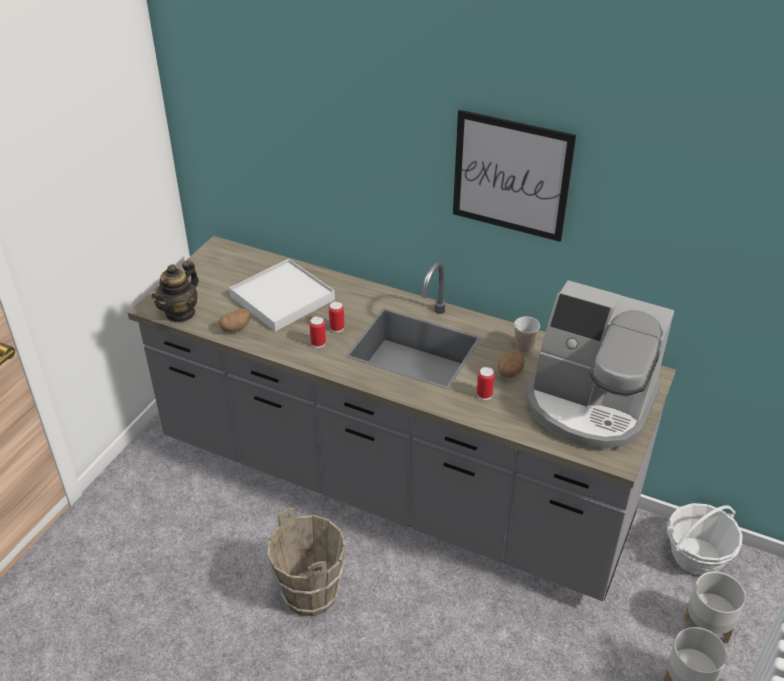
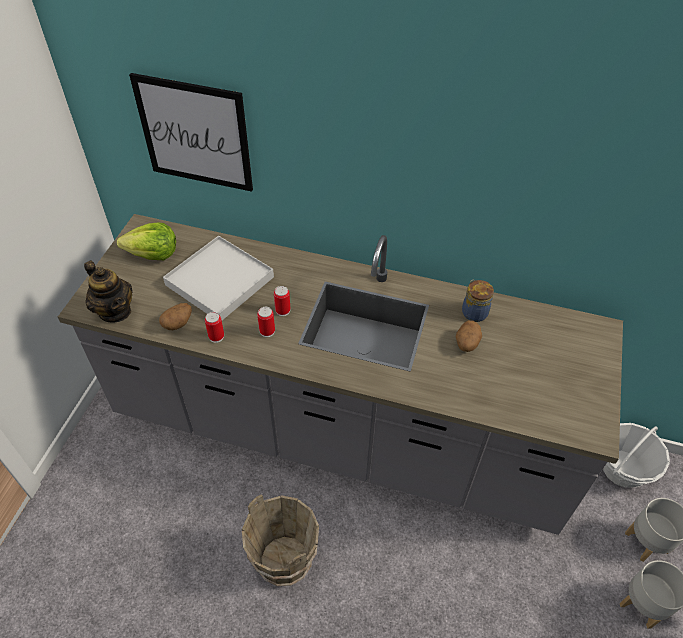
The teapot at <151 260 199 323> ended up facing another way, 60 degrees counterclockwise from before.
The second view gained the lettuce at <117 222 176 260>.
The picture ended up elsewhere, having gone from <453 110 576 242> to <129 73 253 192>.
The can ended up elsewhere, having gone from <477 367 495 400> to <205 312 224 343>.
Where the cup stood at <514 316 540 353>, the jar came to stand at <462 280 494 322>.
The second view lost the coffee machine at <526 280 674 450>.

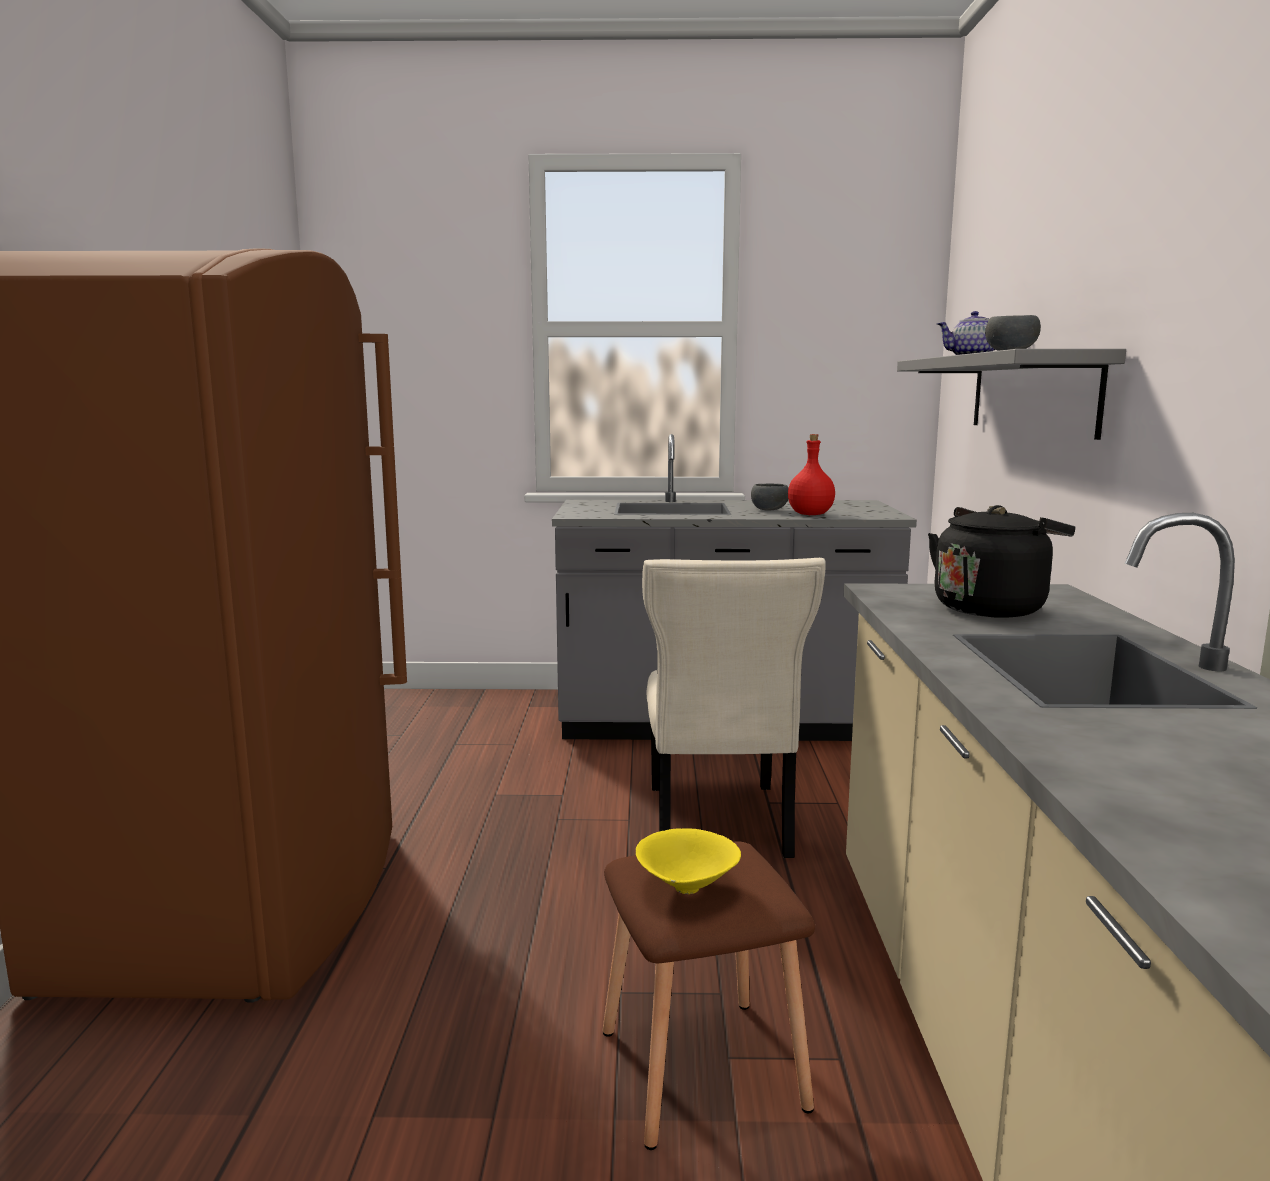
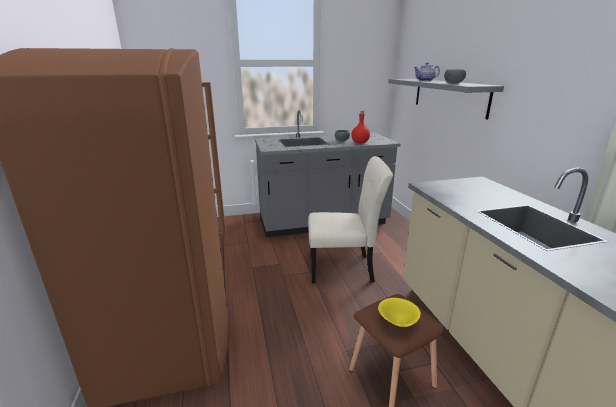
The chair (beige) at <642 558 826 858> ended up facing another way, 75 degrees counterclockwise from before.
The second view lost the kettle (black) at <928 505 1075 618>.

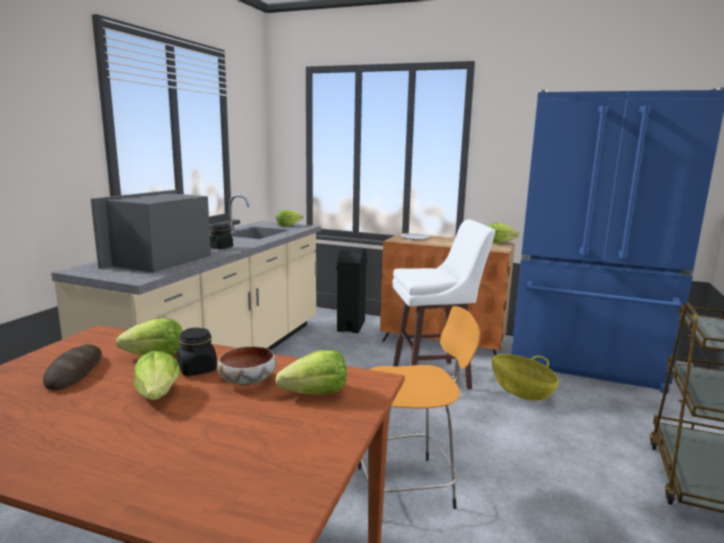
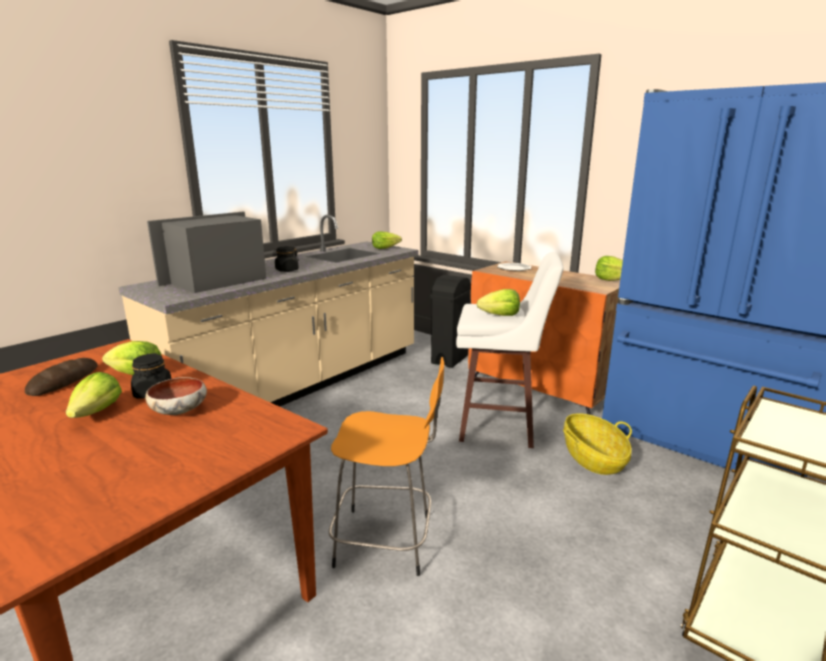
The lettuce ended up elsewhere, having gone from <275 350 347 395> to <477 289 520 316>.

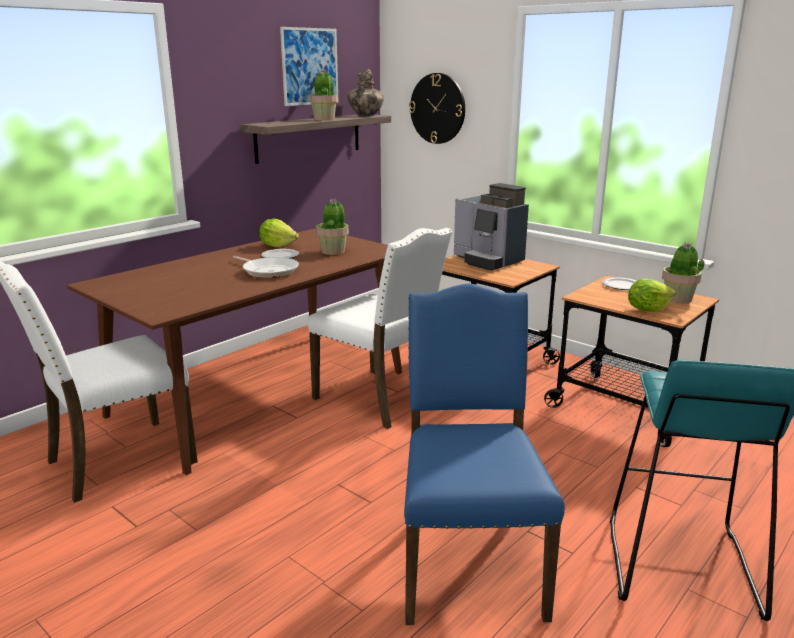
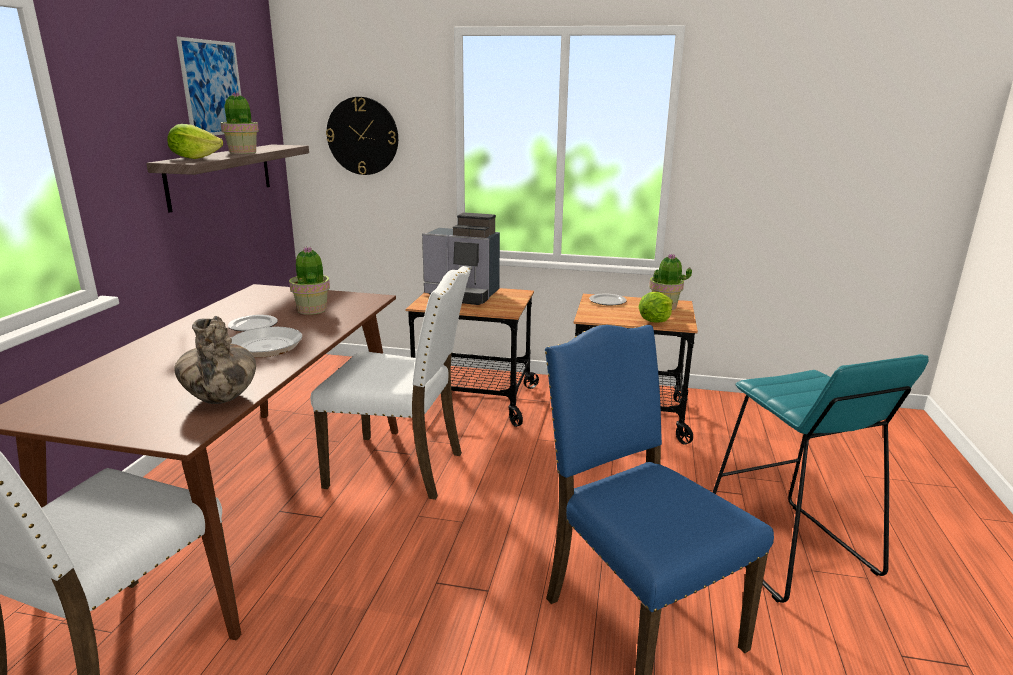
The lettuce ended up elsewhere, having gone from <259 219 299 248> to <167 124 223 159>.
The vase ended up elsewhere, having gone from <347 69 384 116> to <174 316 256 404>.

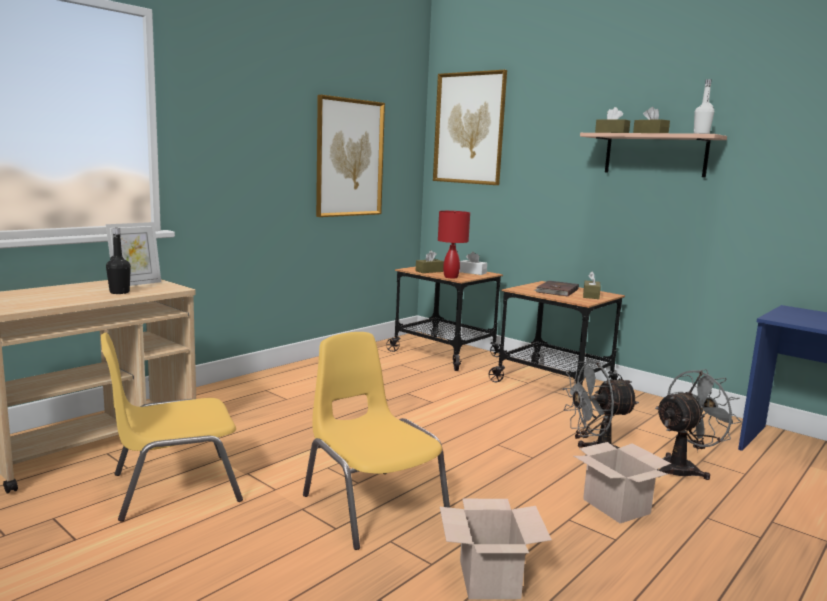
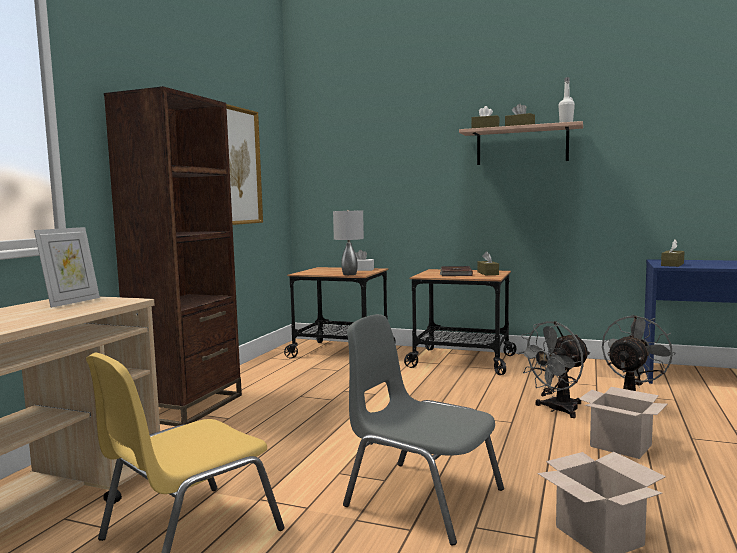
The second view gained the bookcase (brown) at <104 86 242 426>.
What was the table lamp (red) at <438 211 470 278> turned into the table lamp (grey) at <333 210 364 275>.
What was the chair (yellow) at <303 332 450 550> turned into the chair (grey) at <343 314 504 545>.
The tissue box (brown) ended up elsewhere, having gone from <416 250 444 273> to <661 240 685 267>.
The second view lost the bottle (black) at <106 228 131 294>.
The second view lost the picture at <433 70 507 185>.

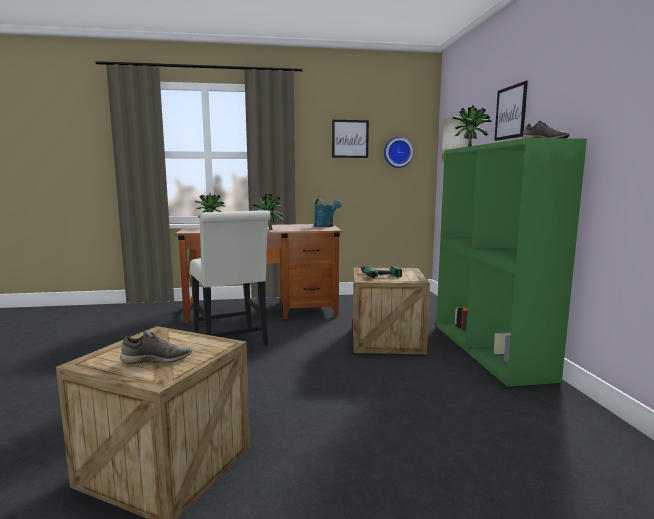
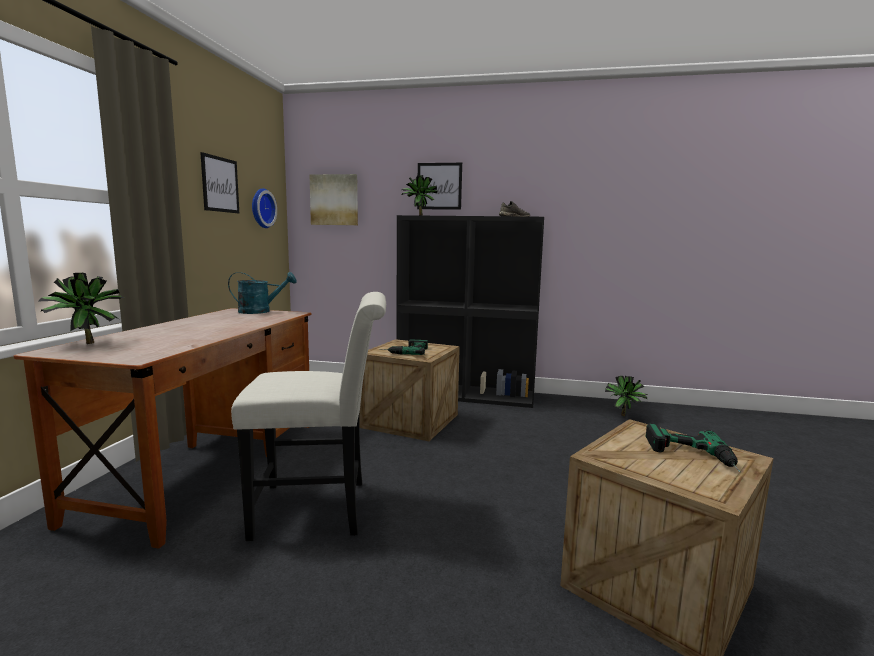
What was the bookcase (green) at <436 138 587 387> turned into the bookcase (black) at <396 215 544 408>.
The potted plant ended up elsewhere, having gone from <253 194 284 230> to <605 375 647 416>.
Where the shoe (grey) stood at <120 330 192 364>, the power drill came to stand at <646 424 740 472>.

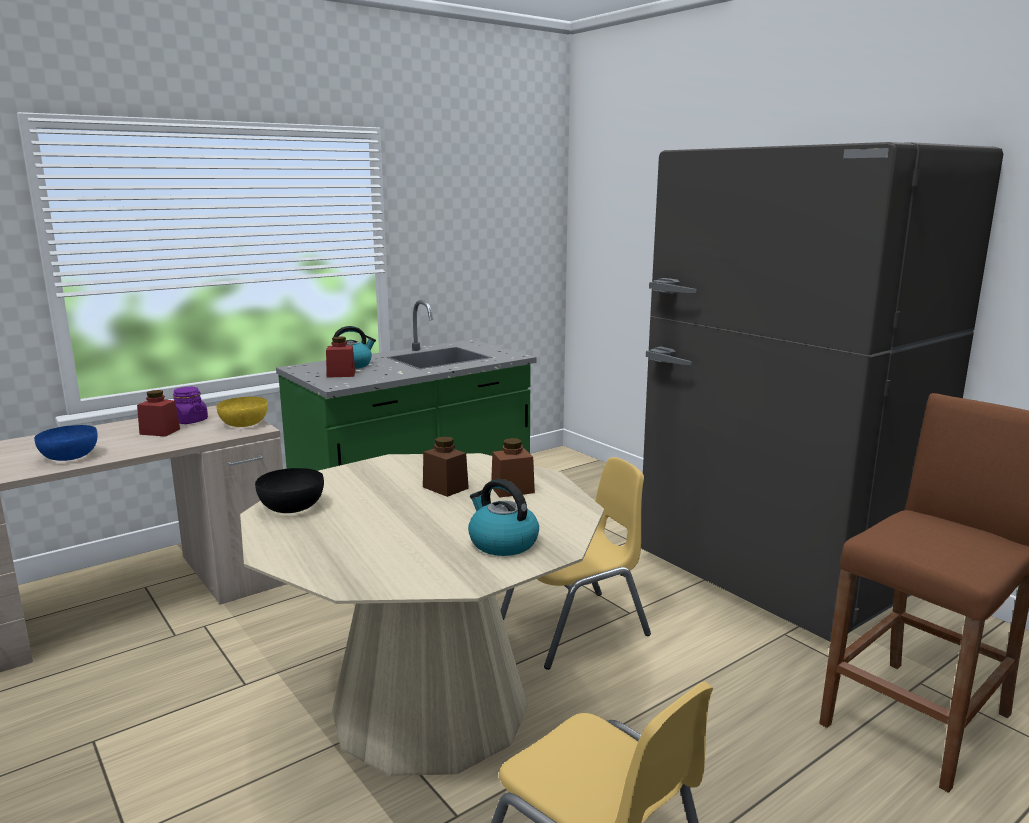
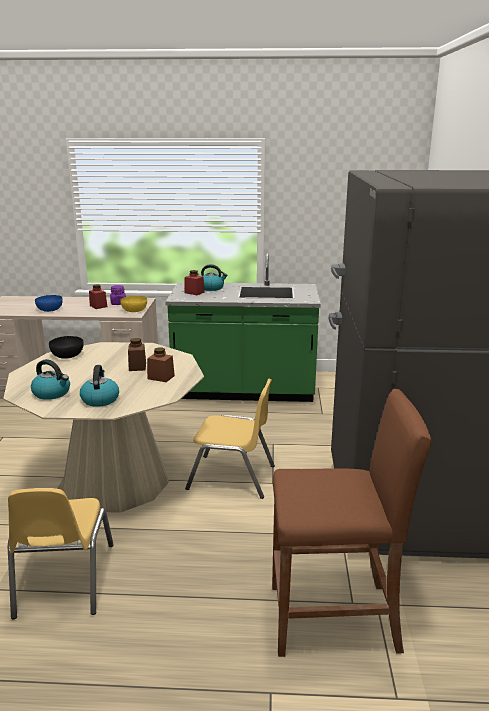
The second view gained the kettle at <31 359 70 400>.

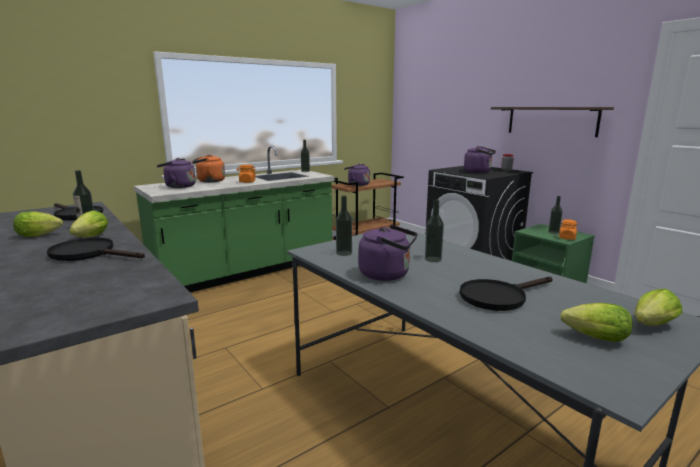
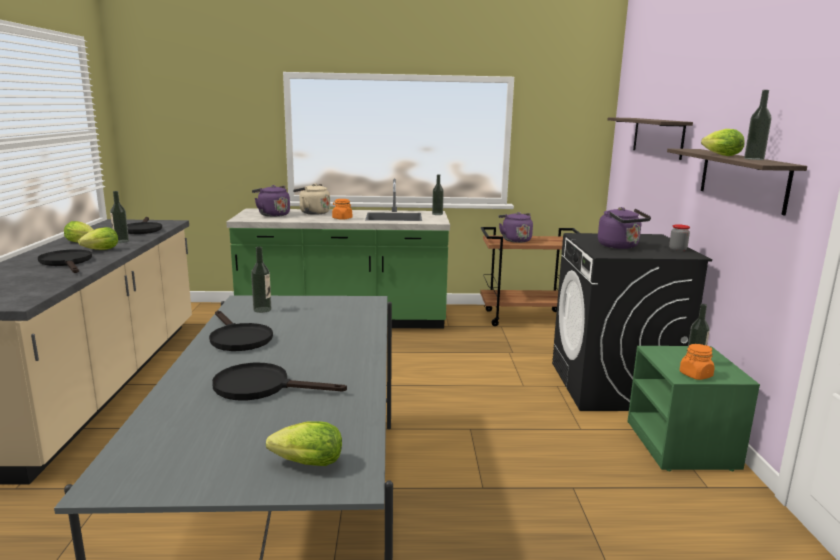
Where the kettle (purple) stood at <359 225 418 281>, the frying pan (black) came to stand at <209 311 273 351>.
What was the kettle (orange) at <192 154 225 183> turned into the kettle (beige) at <293 184 330 215>.
The second view gained the shelf at <608 117 693 160>.
The lettuce ended up elsewhere, having gone from <560 303 633 342> to <701 129 745 156>.
The bottle ended up elsewhere, having gone from <425 199 444 262> to <744 90 771 160>.

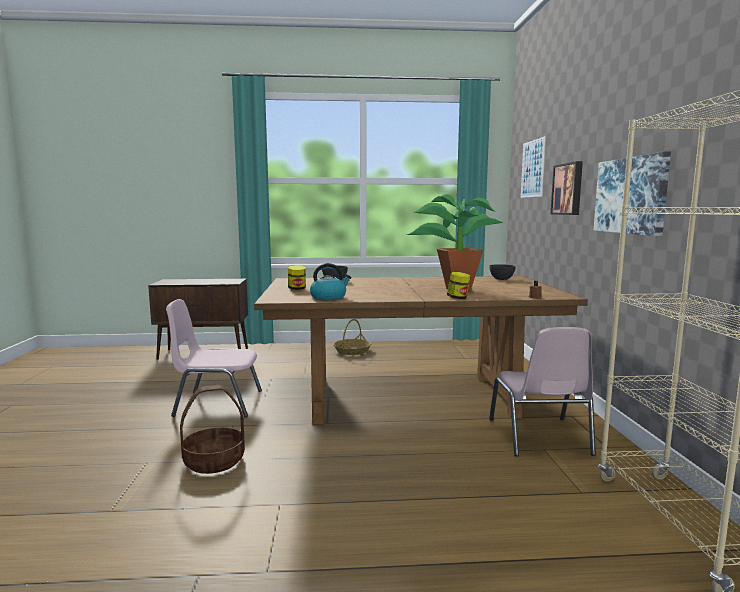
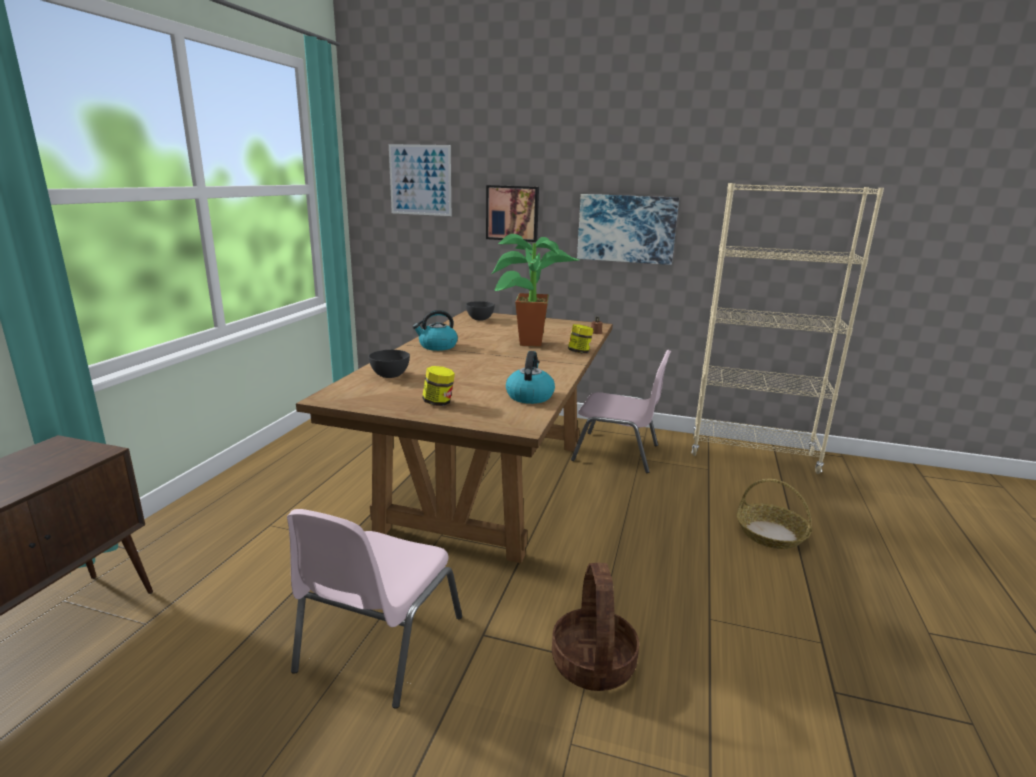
The second view gained the kettle at <413 310 458 351>.
The basket ended up elsewhere, having gone from <333 319 371 355> to <736 479 812 549>.

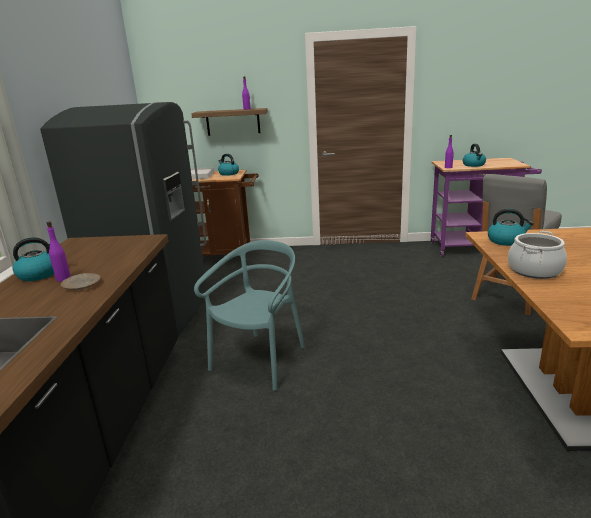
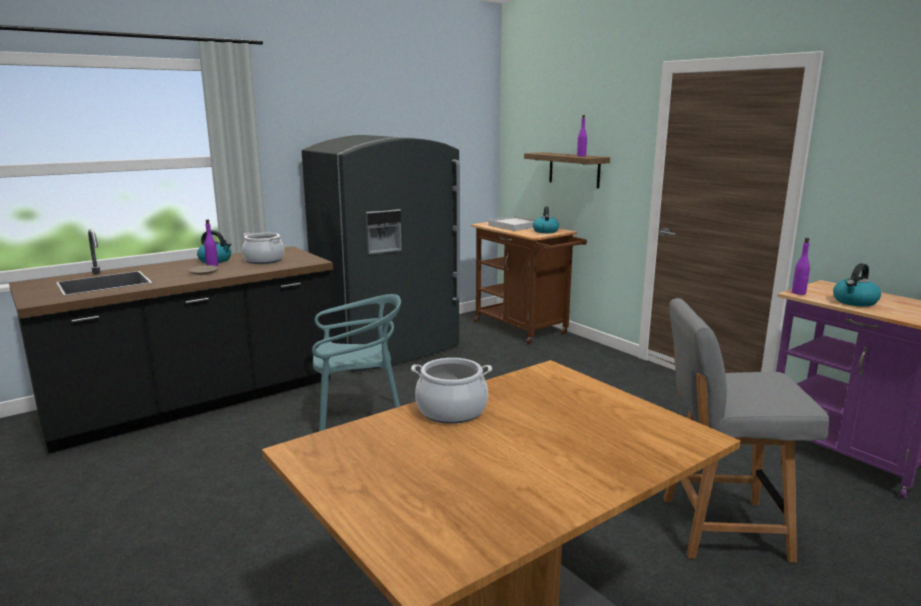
The second view gained the cooking pot at <242 233 284 264>.
The second view lost the kettle at <488 209 534 246>.

